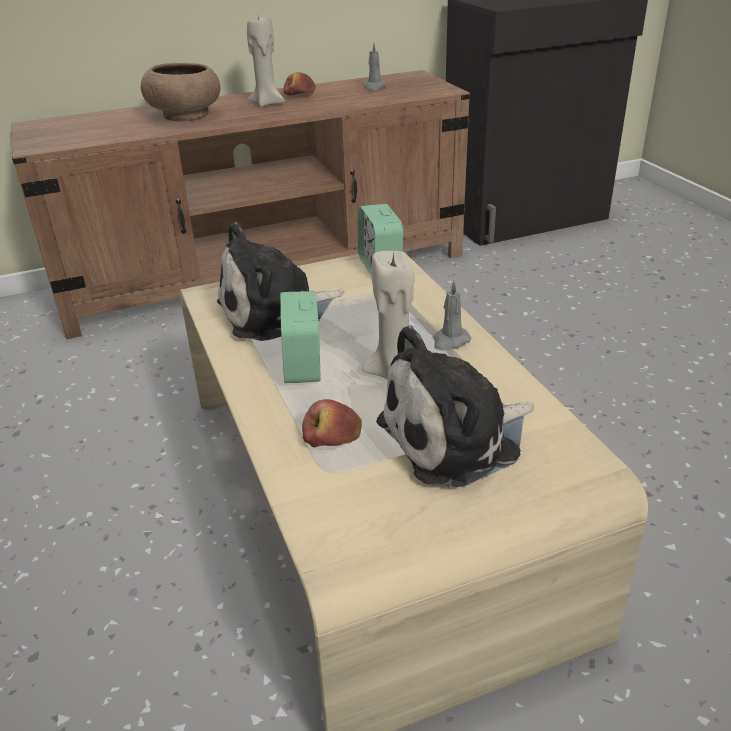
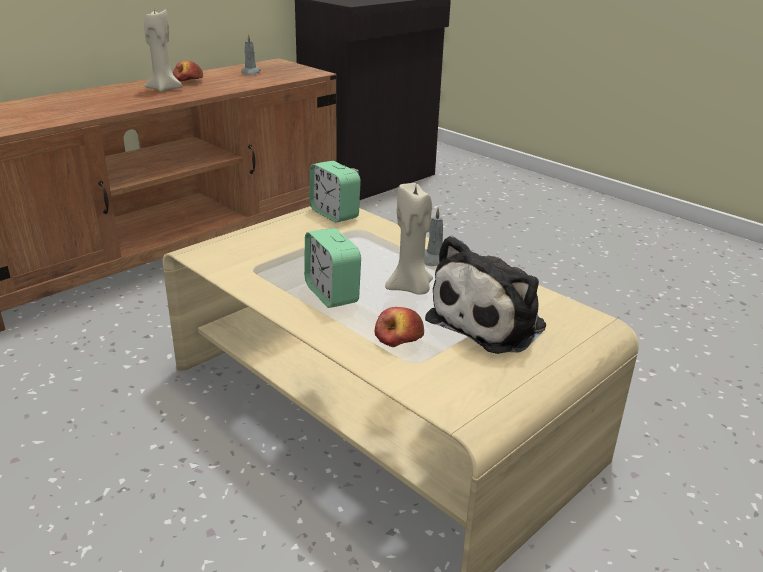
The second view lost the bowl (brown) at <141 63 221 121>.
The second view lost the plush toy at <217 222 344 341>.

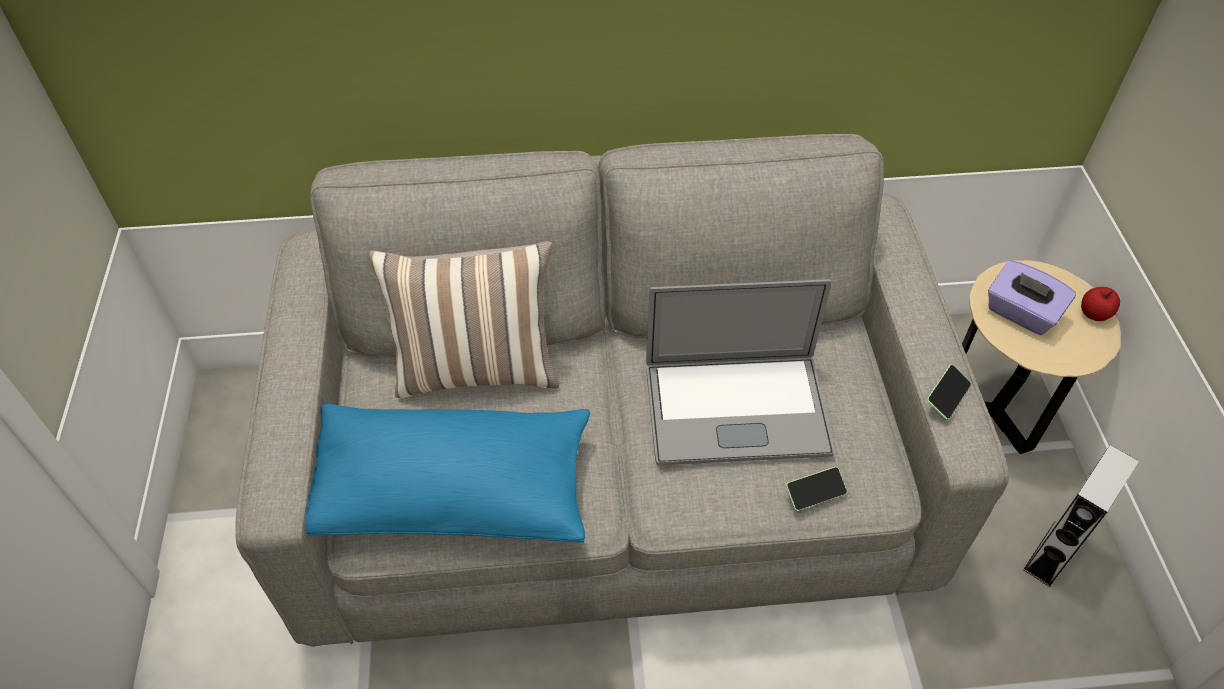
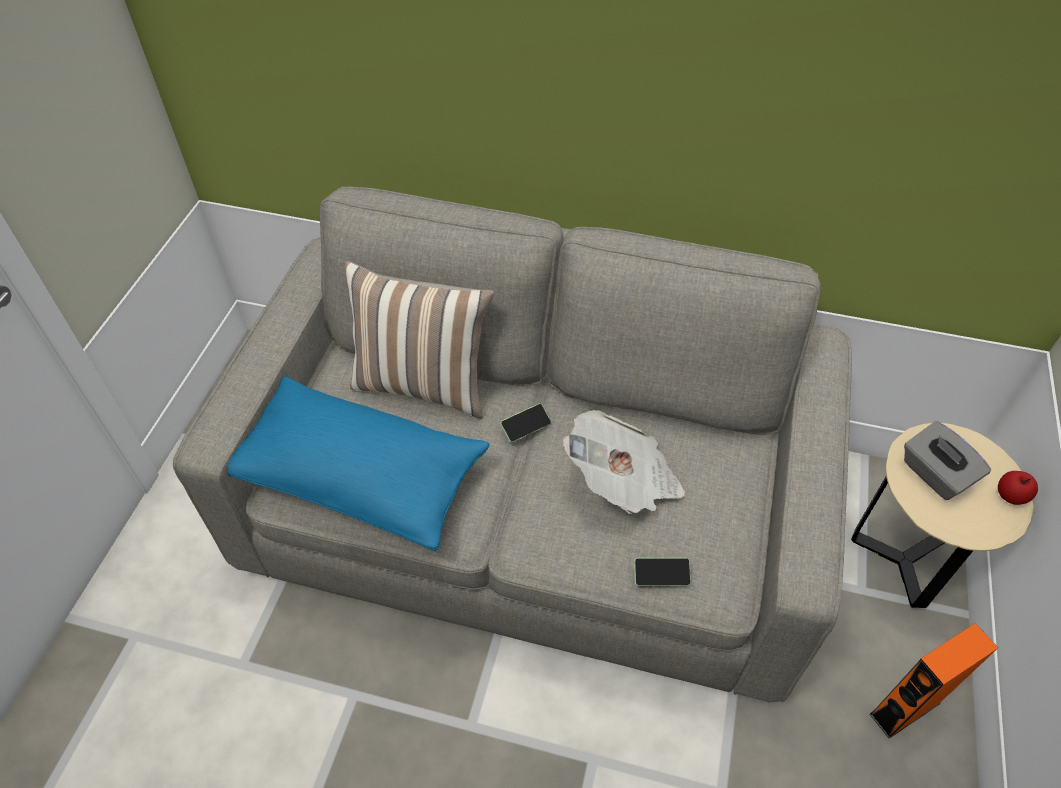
The phone ended up elsewhere, having gone from <927 364 971 420> to <500 403 551 443>.
Where the laptop stood at <646 279 834 465>, the newspaper came to stand at <563 410 685 514>.
What was the speaker (grey) at <1023 445 1139 587> turned into the speaker (orange) at <870 623 998 739>.
What was the tissue box (purple) at <988 260 1076 335> turned into the tissue box (grey) at <904 421 991 500>.

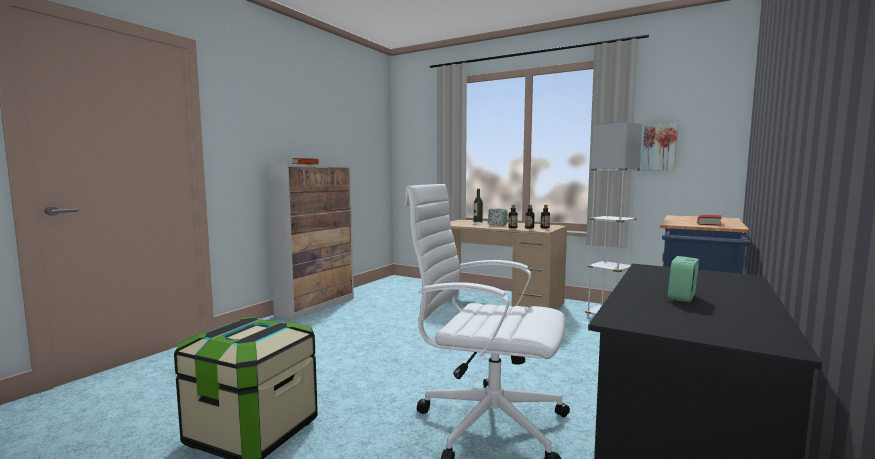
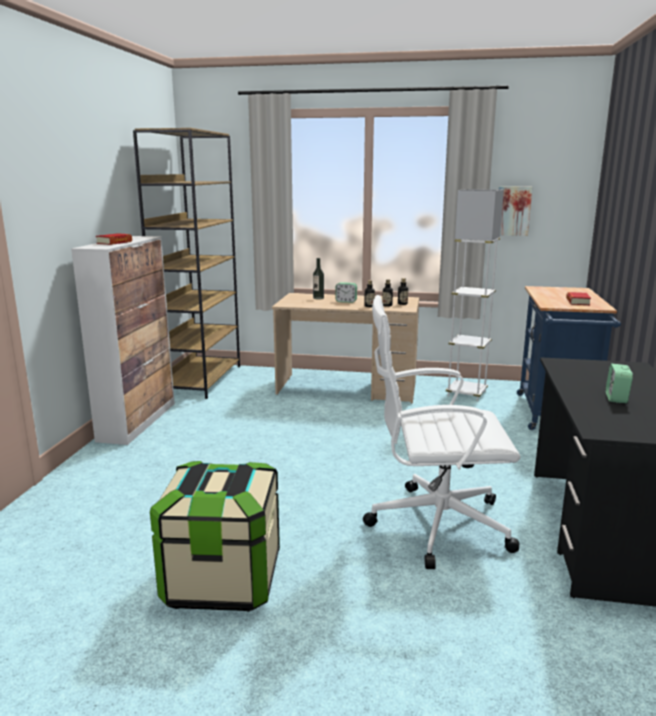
The second view gained the bookcase (brown) at <133 128 240 399>.

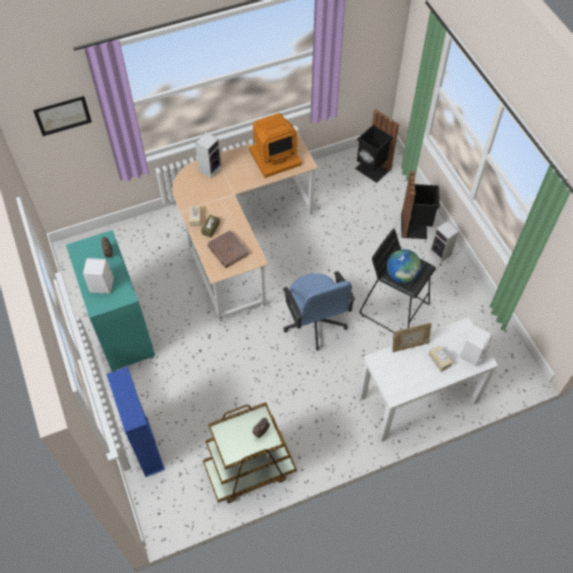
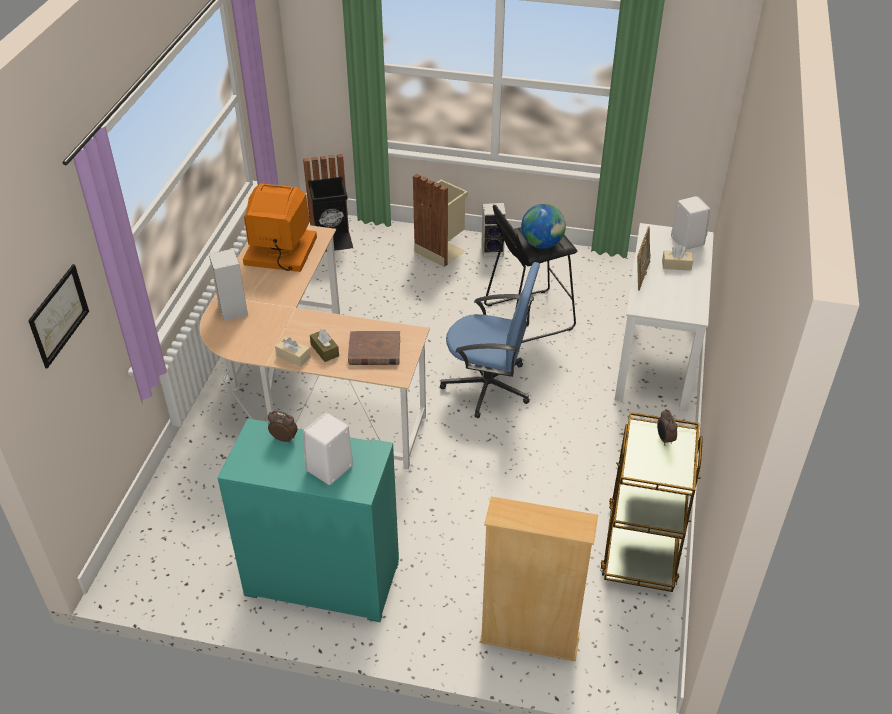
The monitor at <249 113 302 178> ended up facing another way, 90 degrees counterclockwise from before.
What was the trash can (black) at <401 171 440 239> turned into the trash can (beige) at <413 174 468 267>.
What was the bookcase (blue) at <106 367 165 477> turned into the bookcase (beige) at <480 496 598 662>.

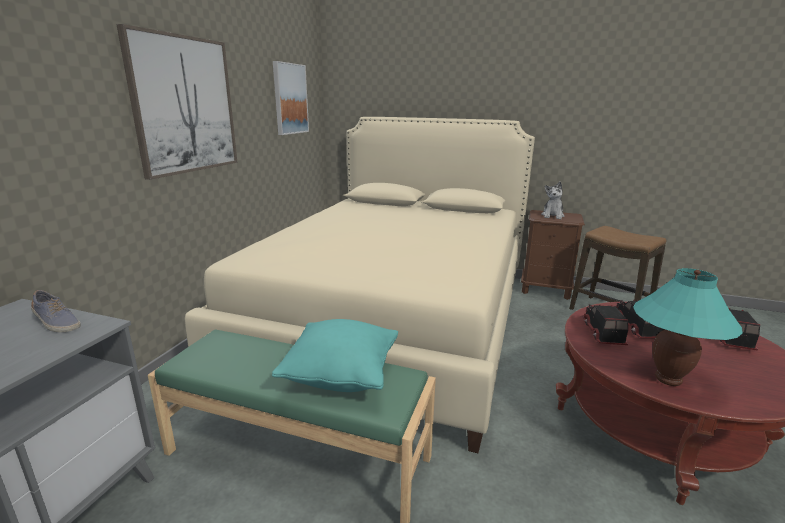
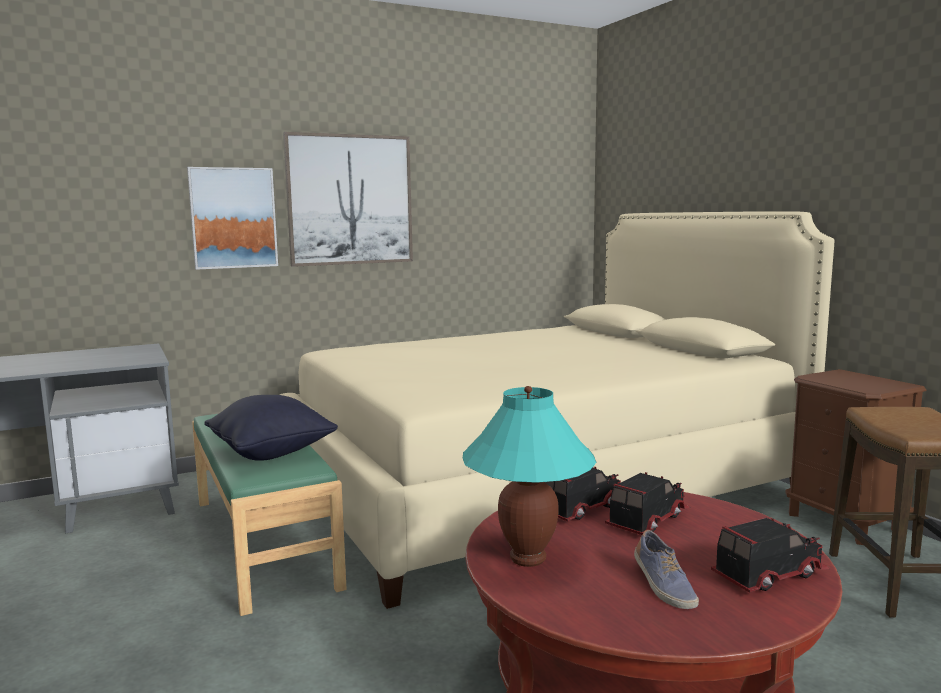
The picture ended up elsewhere, having gone from <273 61 309 135> to <187 167 278 270>.
What was the pillow (turquoise) at <272 319 398 392> turned into the pillow (black) at <204 395 338 461>.
The shoe ended up elsewhere, having gone from <31 290 81 332> to <634 530 699 609>.
The second view lost the plush toy at <541 181 564 219>.

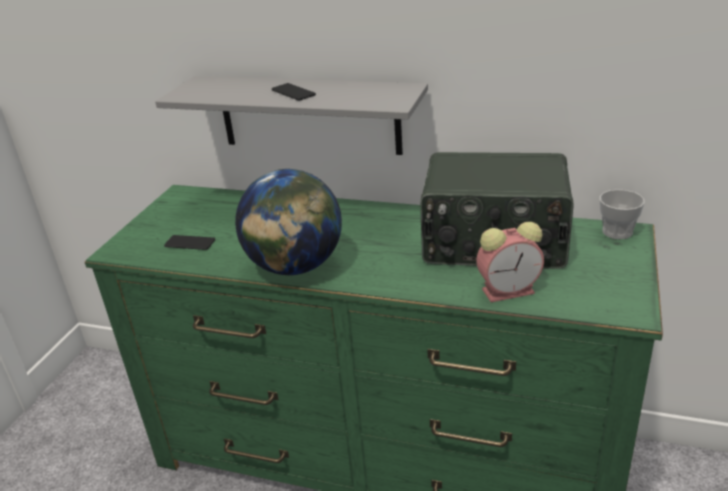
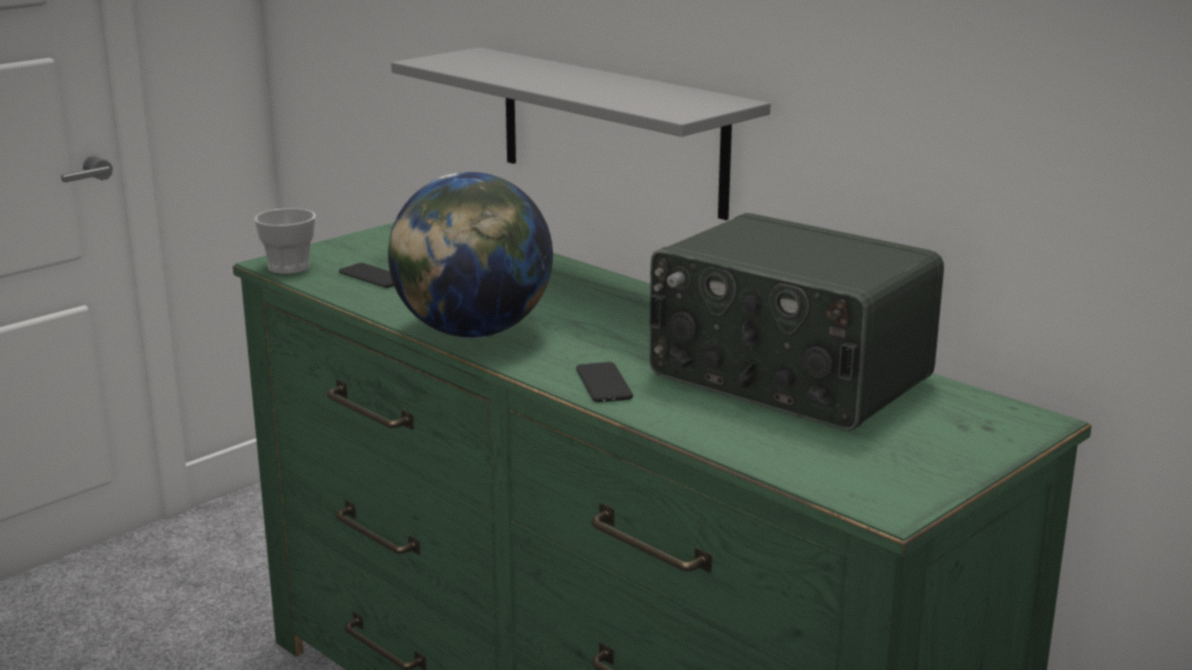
The cup ended up elsewhere, having gone from <599 190 645 239> to <254 208 316 274>.
The phone ended up elsewhere, having gone from <272 83 316 101> to <576 362 633 402>.
The second view lost the alarm clock at <476 222 544 302>.

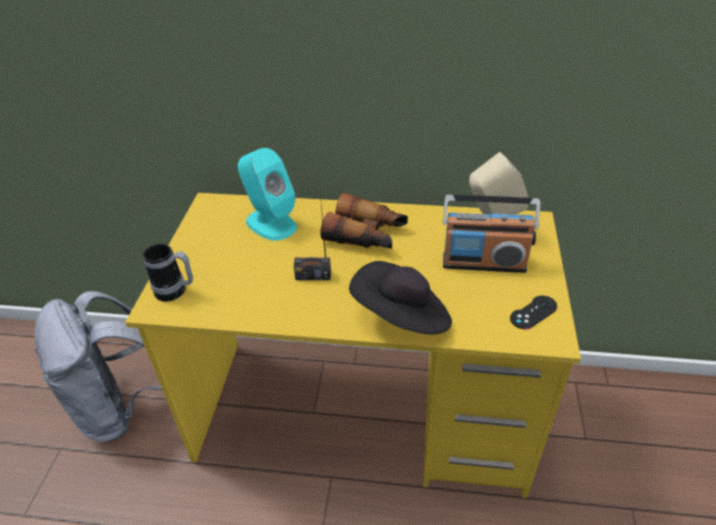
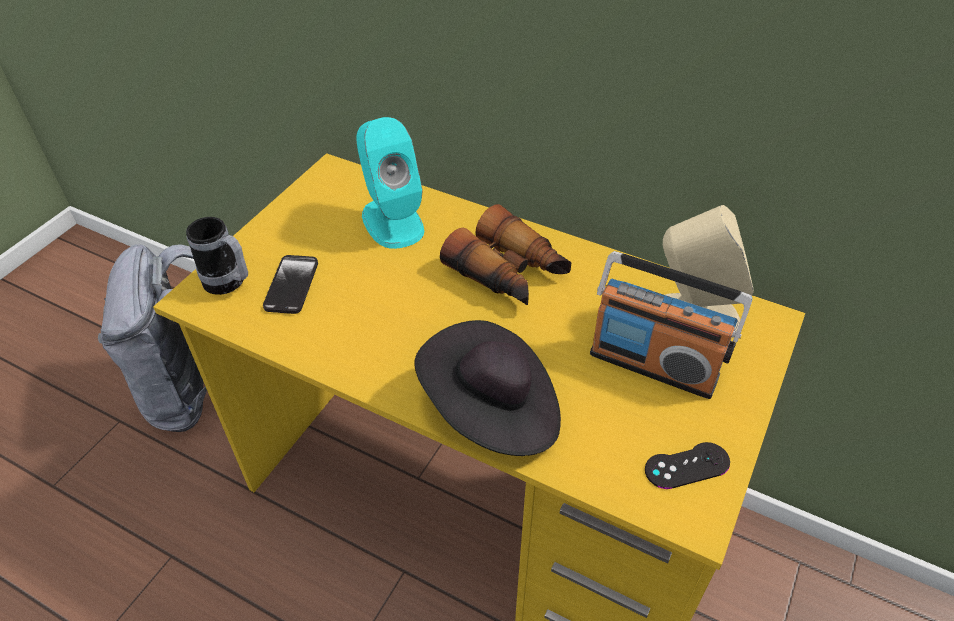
The second view gained the phone at <263 255 318 314>.
The second view lost the radio at <294 195 331 280>.

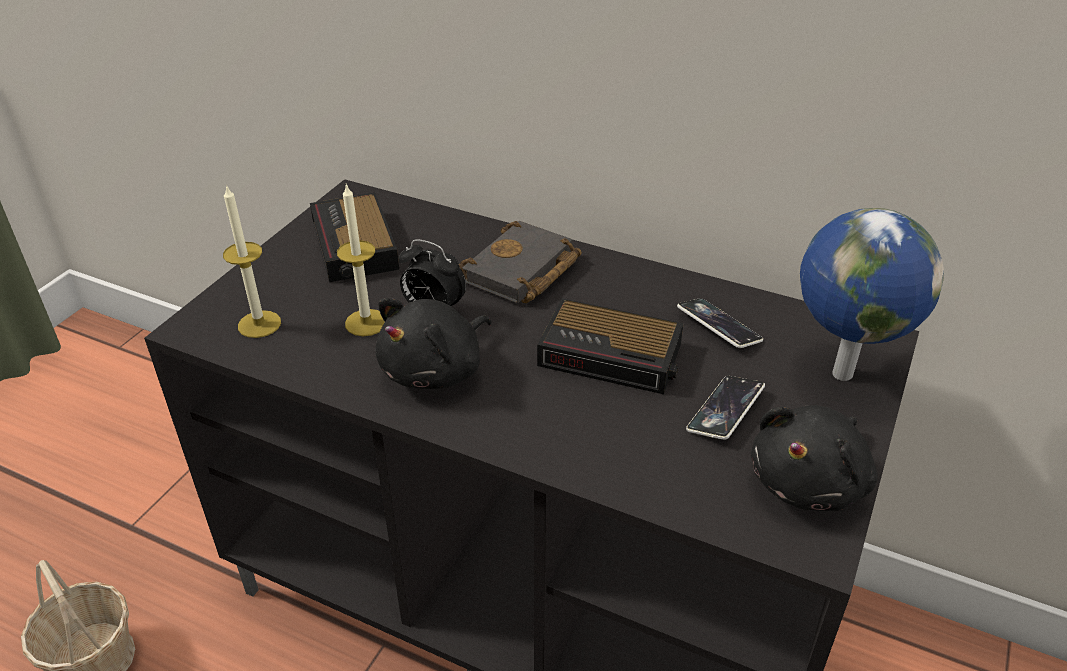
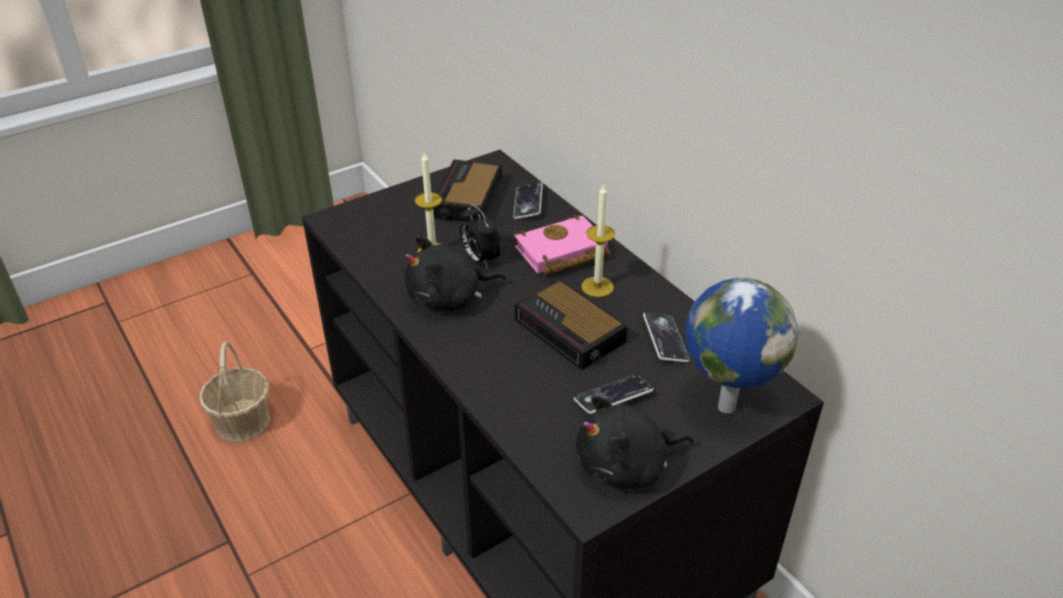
The second view gained the phone at <513 182 543 219>.
What was the book (black) at <459 221 582 304> turned into the book (pink) at <514 214 610 275>.
The candle ended up elsewhere, having gone from <223 184 281 338> to <581 184 615 297>.

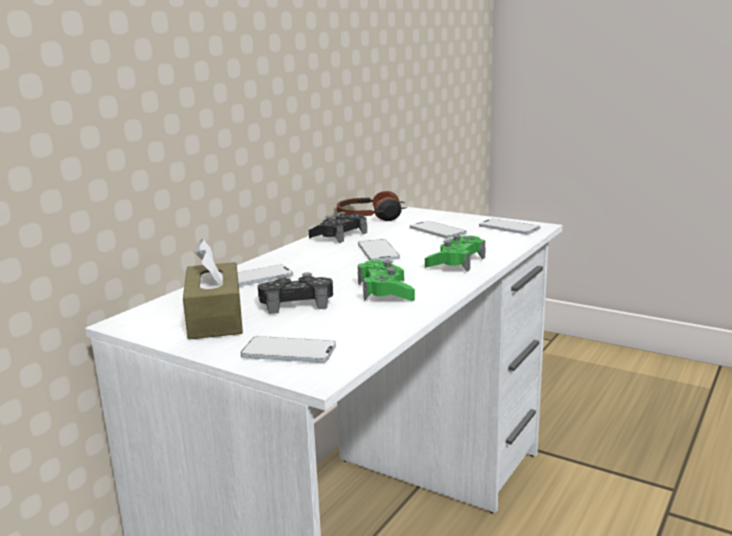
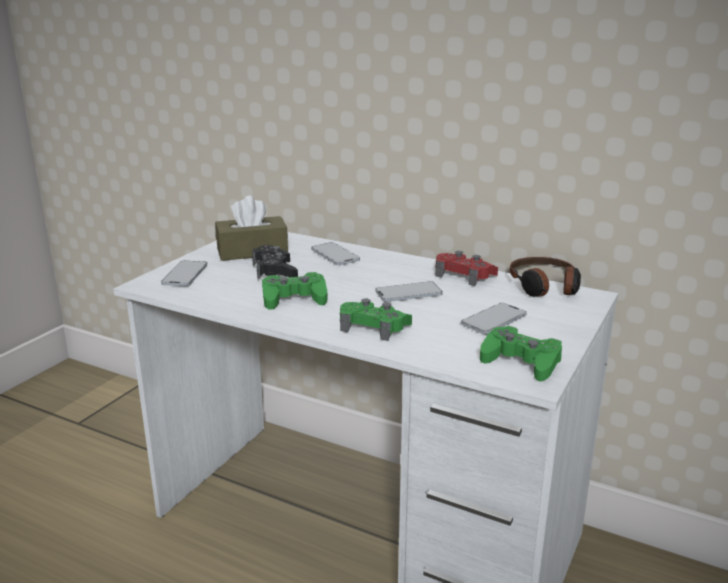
What was the game controller (black) at <309 212 367 243> turned into the game controller (red) at <435 251 498 286>.
Where the phone stood at <479 218 540 235>, the game controller (green) came to stand at <480 326 562 381>.

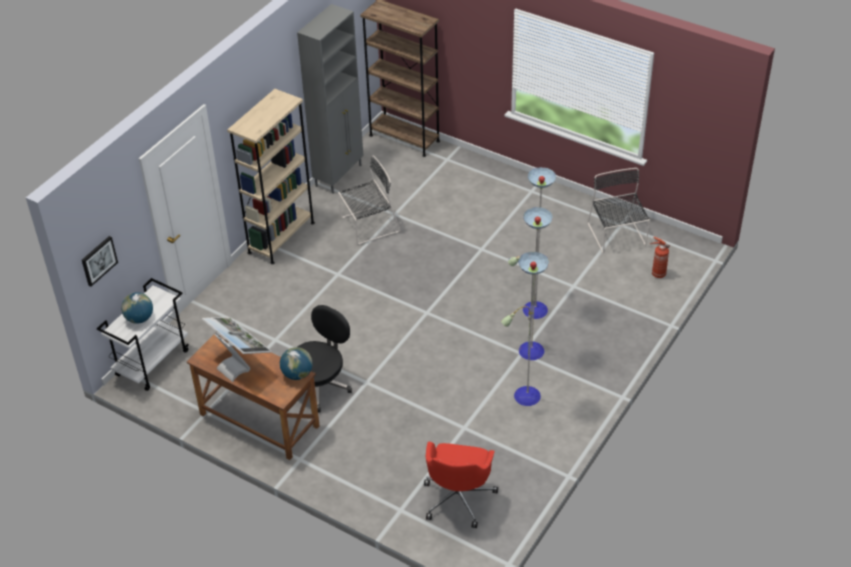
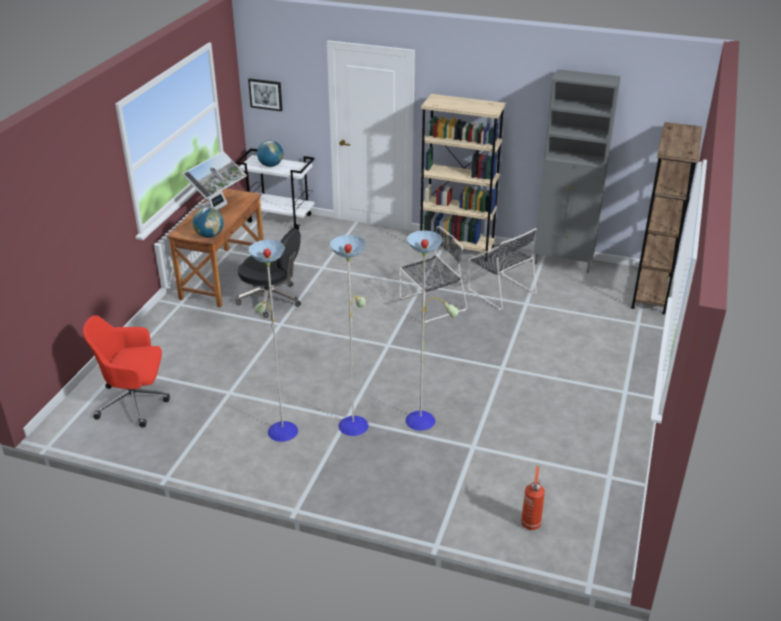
The chair (black) ended up elsewhere, having gone from <588 168 650 253> to <399 226 467 323>.

